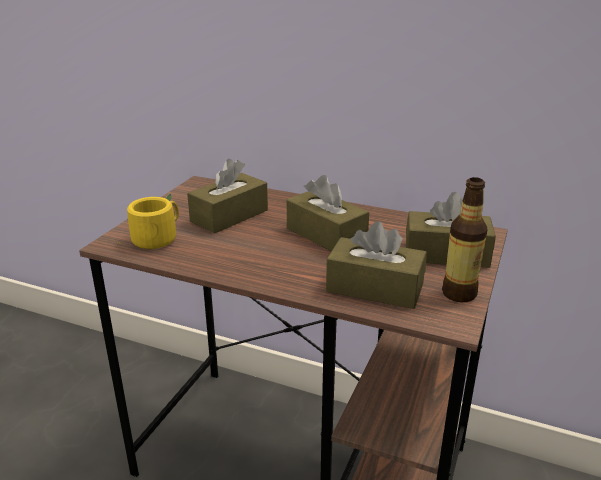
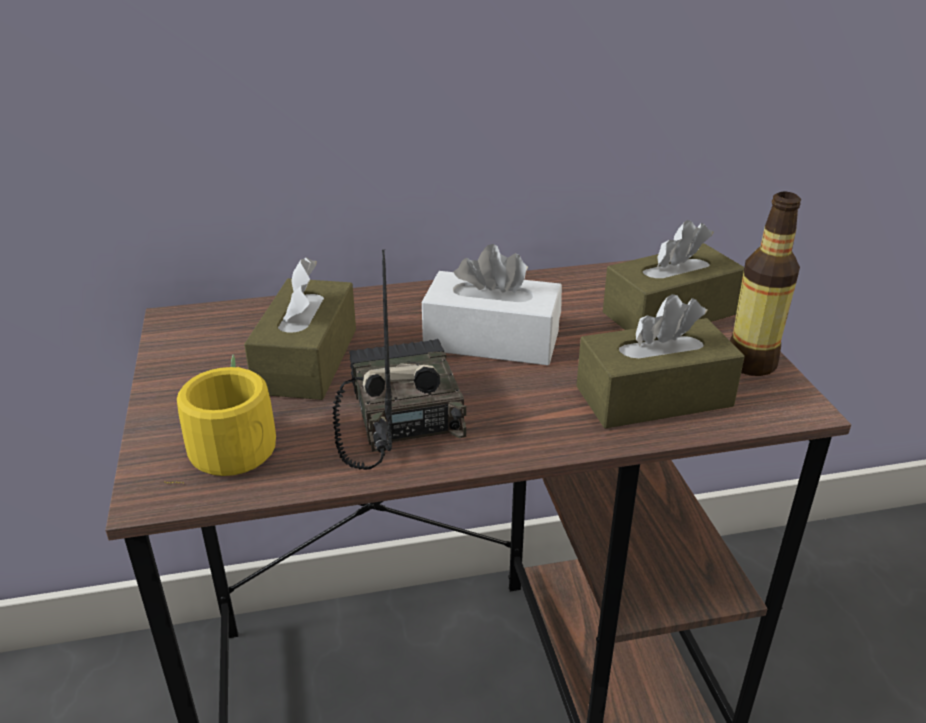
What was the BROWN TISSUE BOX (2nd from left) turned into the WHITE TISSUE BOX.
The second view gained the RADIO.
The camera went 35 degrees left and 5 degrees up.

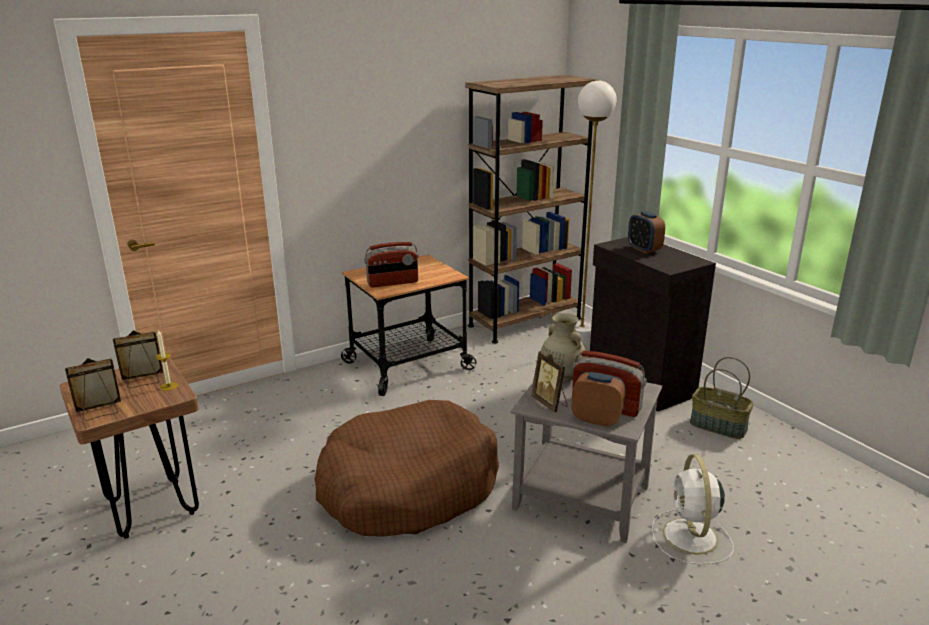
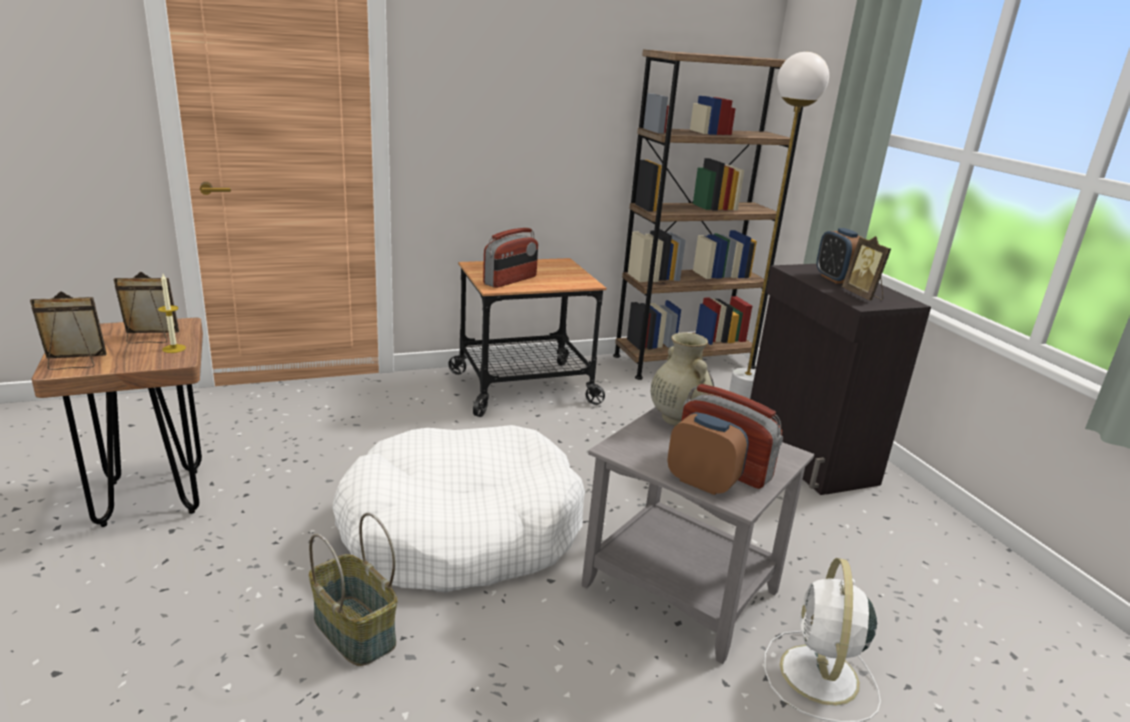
The RADIO (1st from left) ended up facing another way, 45 degrees counterclockwise from before.
The PICTURE FRAME (3rd from left) ended up elsewhere.
The BASKET ended up elsewhere.
What was the BROWN DOG BED turned into the WHITE DOG BED.
The camera went 10 degrees right and 0 degrees up.

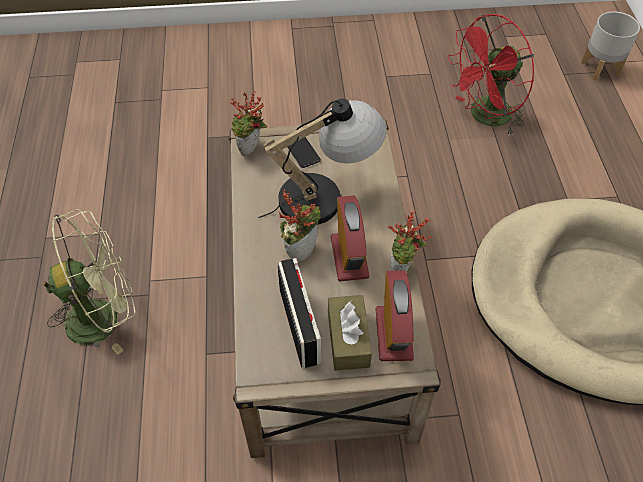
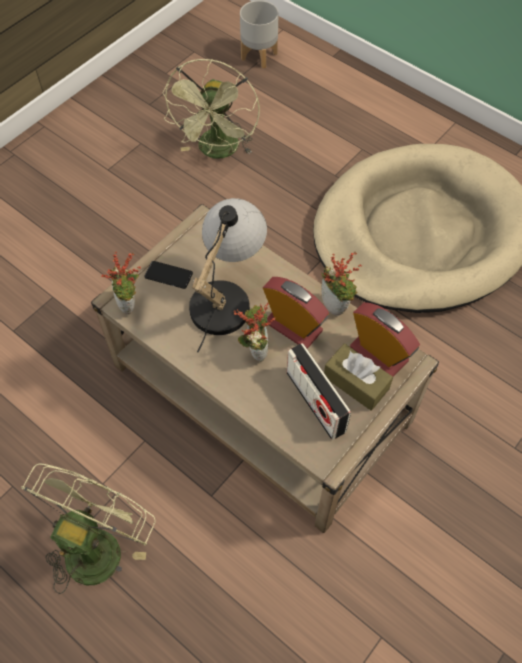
What was the RED FAN turned into the GREEN FAN (2nd from left).
The RADIO ended up facing another way, 150 degrees counterclockwise from before.
The camera went 45 degrees left and 5 degrees up.

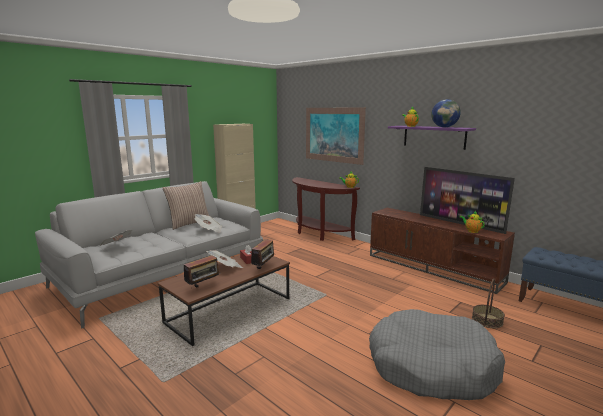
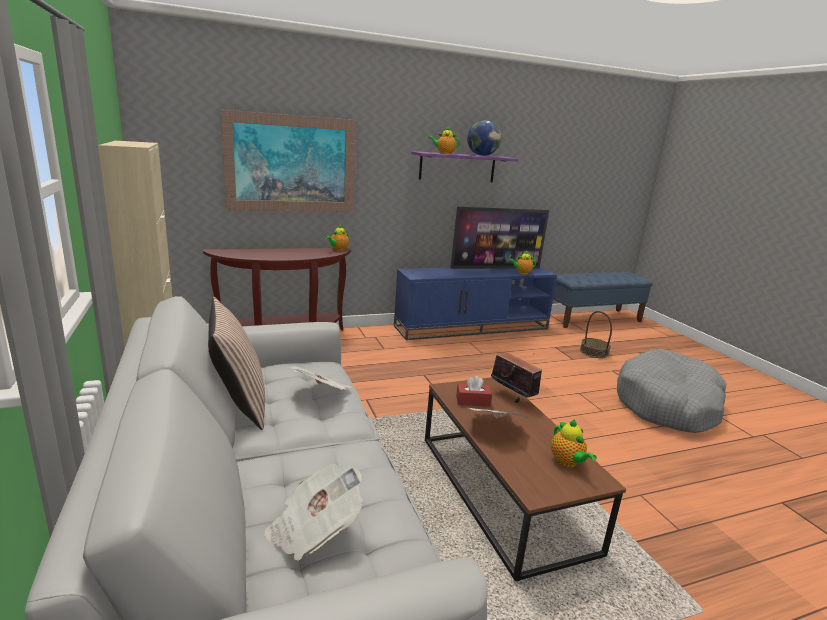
What was the BROWN TV STAND turned into the BLUE TV STAND.
Where the RADIO (1st from left) stood, the TEAPOT (4th from left) came to stand.
The camera went 65 degrees left and 5 degrees up.

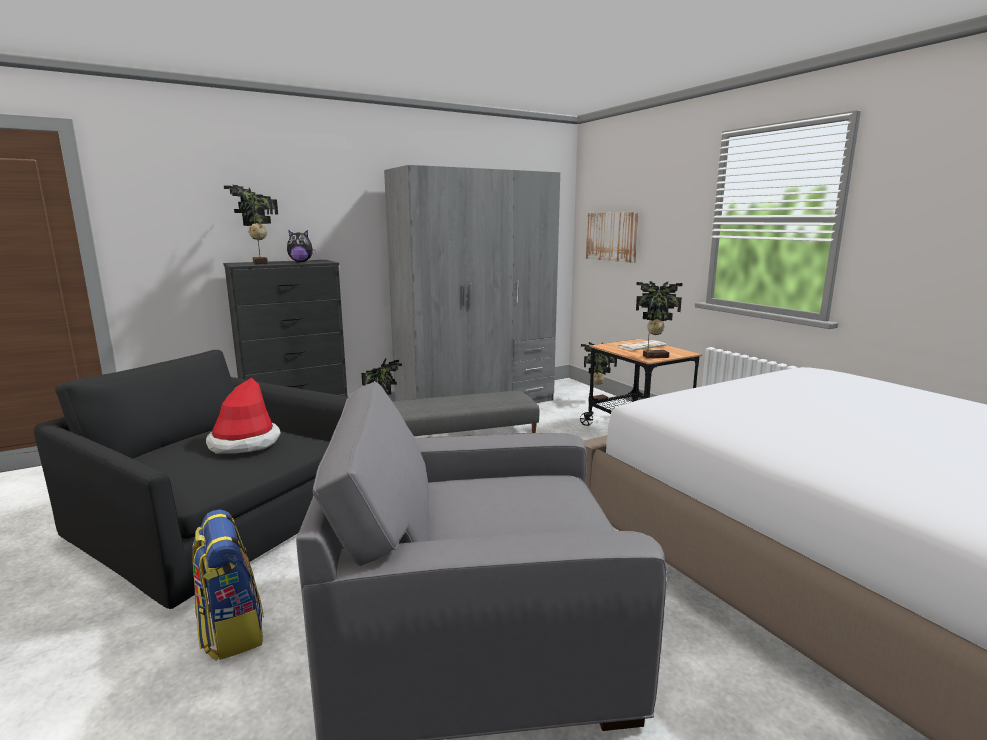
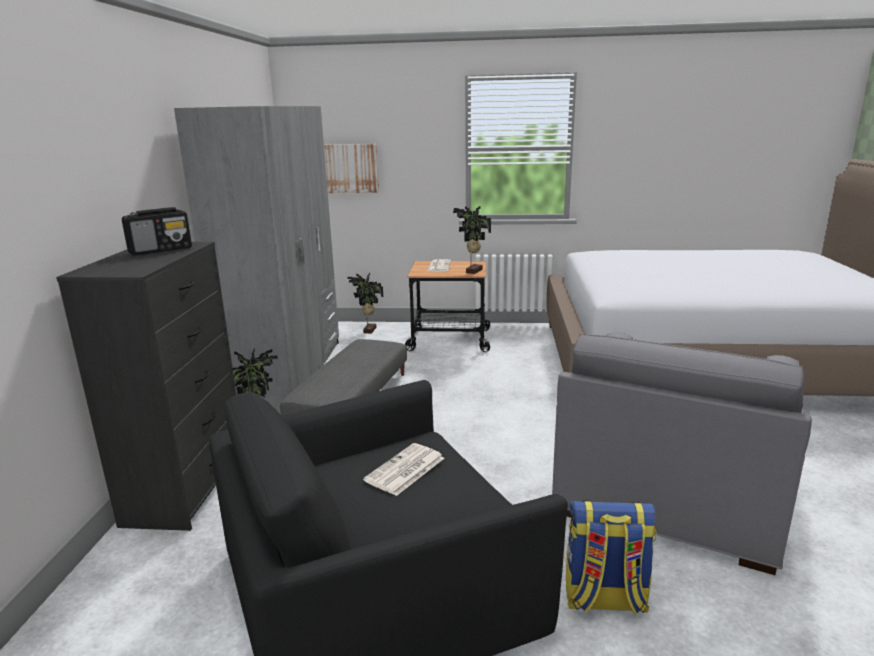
The second view lost the POTTED PLANT (1st from left).
Where the PLUSH TOY stood, the RADIO came to stand.
Where the HAT stood, the NEWSPAPER (1st from left) came to stand.
The camera went 55 degrees left and 5 degrees up.

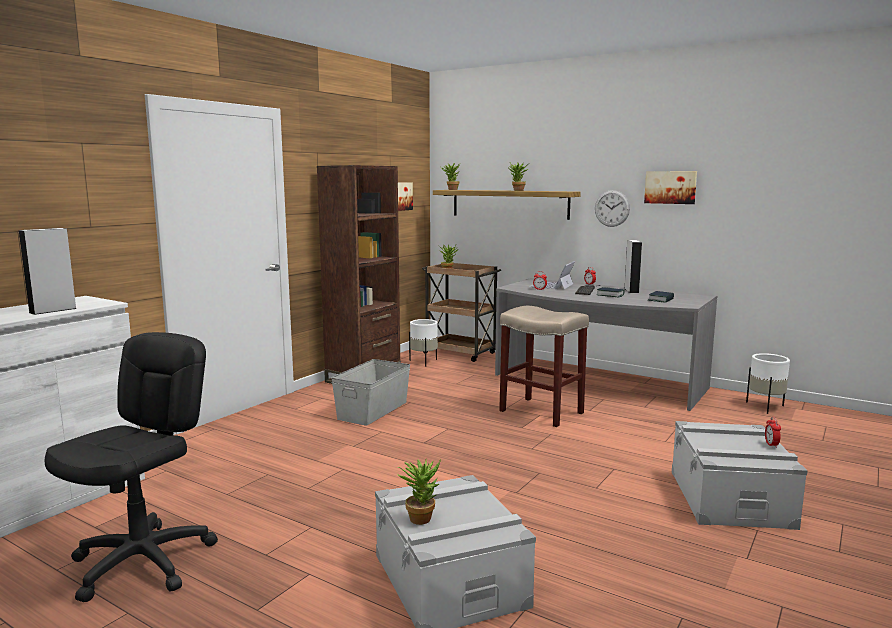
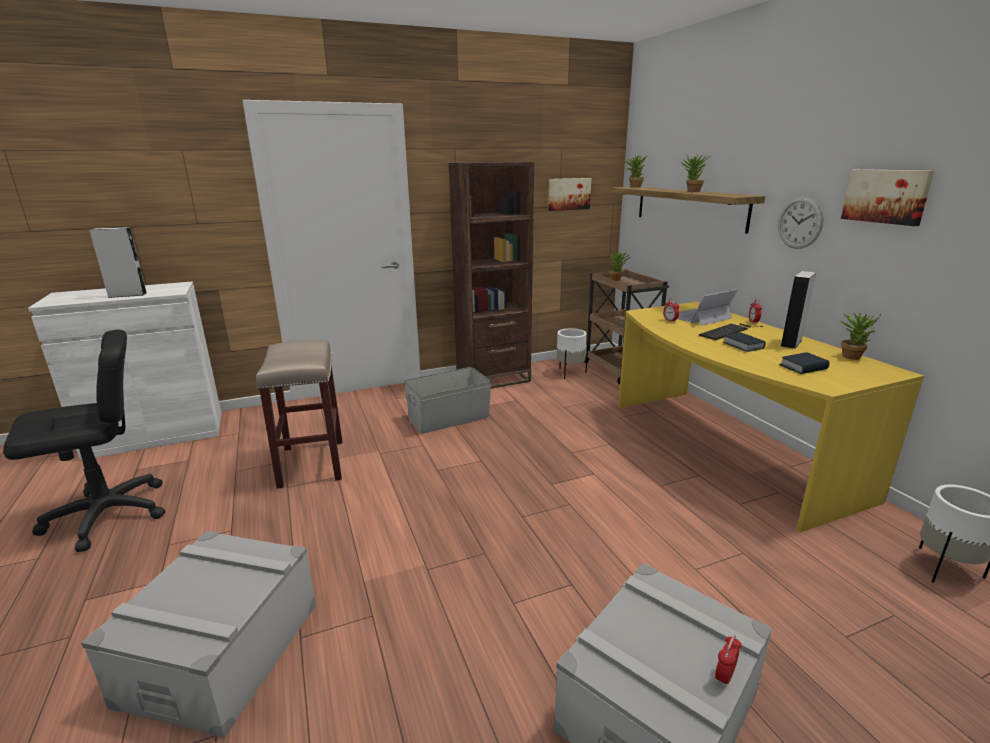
What was the GREY DESK turned into the YELLOW DESK.
The BEIGE STOOL ended up elsewhere.
The POTTED PLANT (1st from left in the first image) ended up elsewhere.
The camera went 35 degrees right and 10 degrees up.

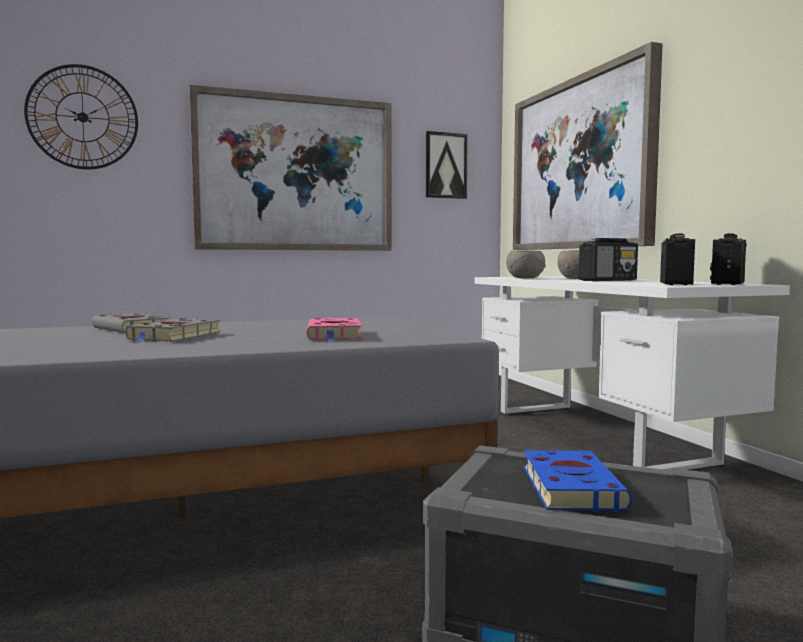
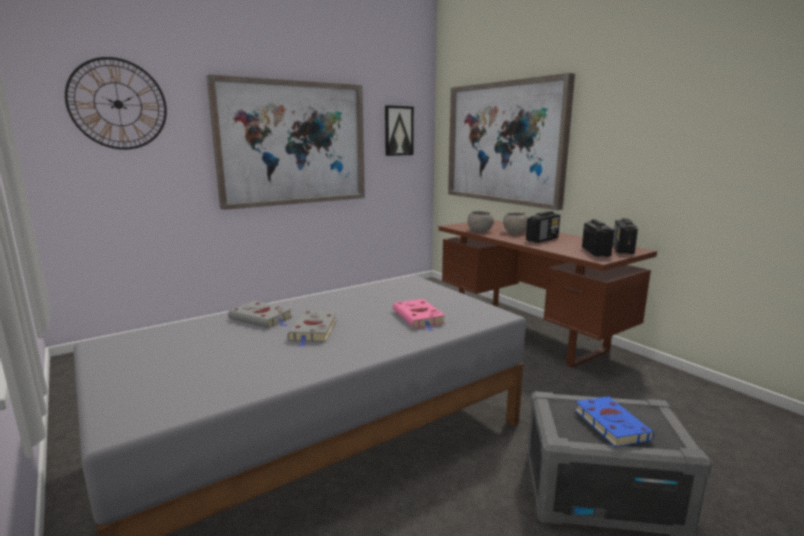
What was the WHITE DESK turned into the BROWN DESK.
The camera went 15 degrees left and 10 degrees up.

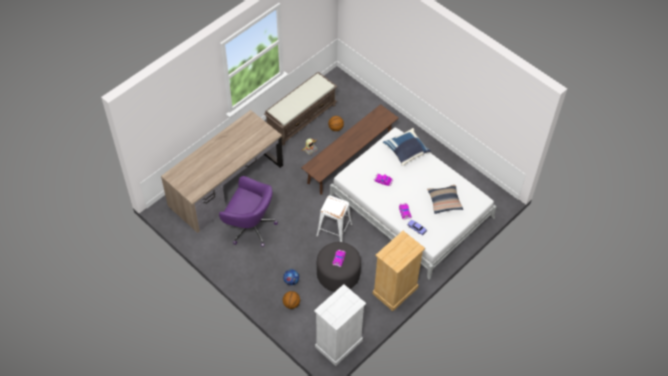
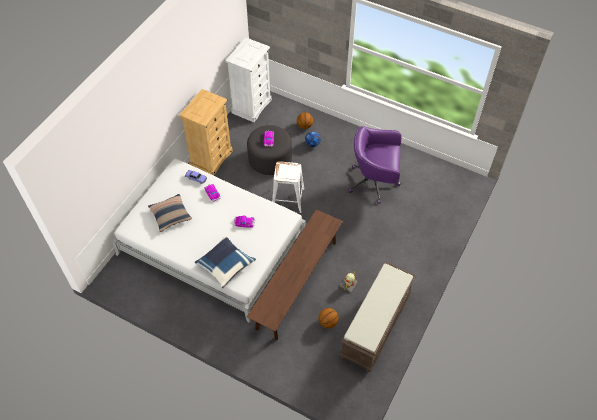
The second view lost the BROWN DESK.
The camera went 165 degrees right and 0 degrees up.

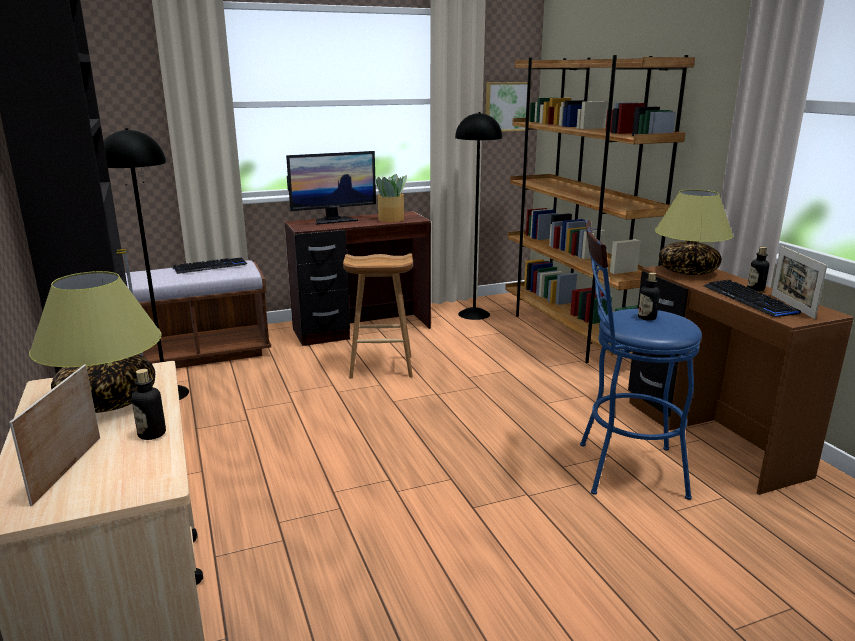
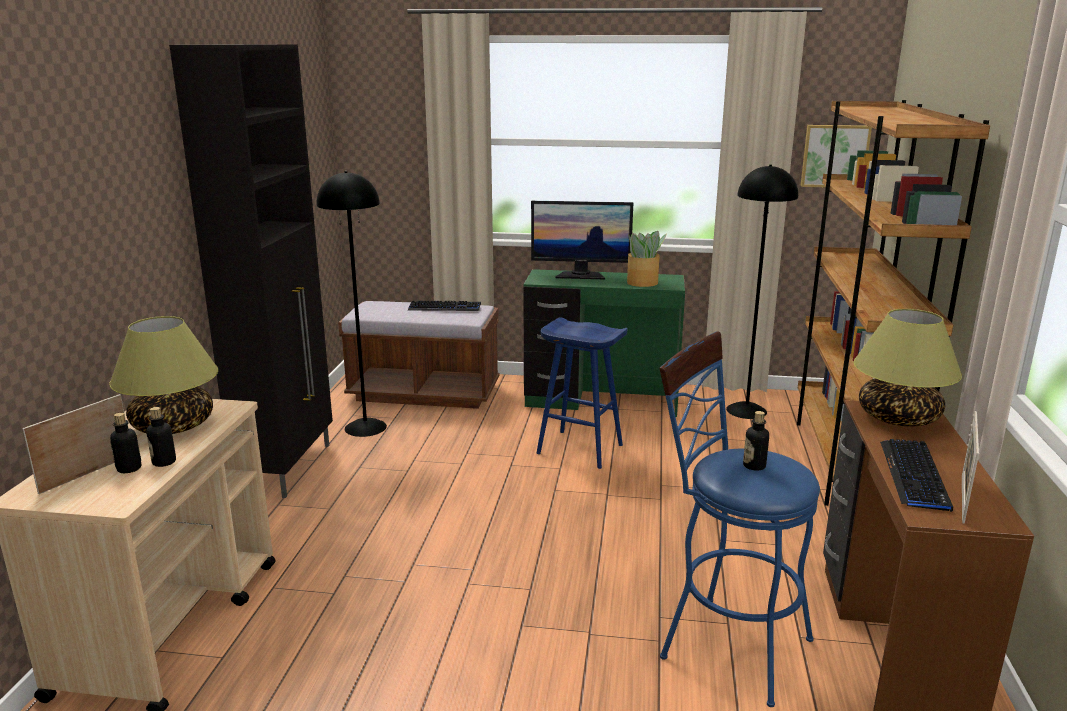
What was the BROWN DESK (1st from left) turned into the GREEN DESK.
The BOTTLE (3rd from left in the first image) ended up elsewhere.
What was the BROWN STOOL turned into the BLUE STOOL (1st from left).
The camera went 30 degrees right and 0 degrees up.

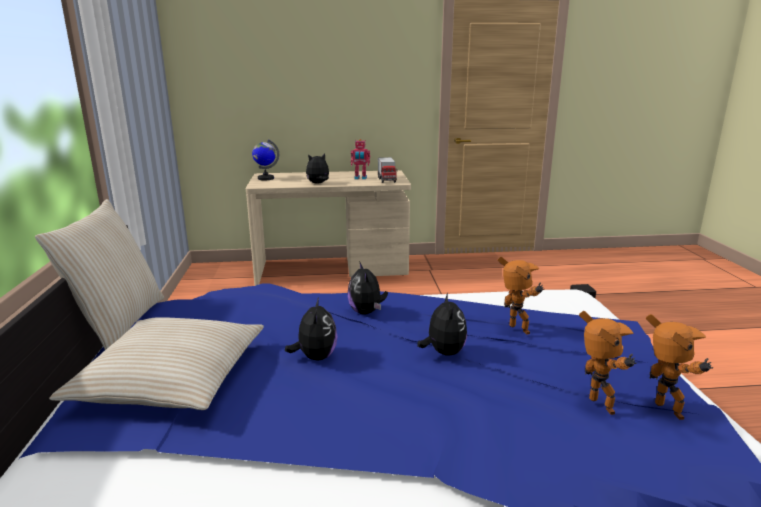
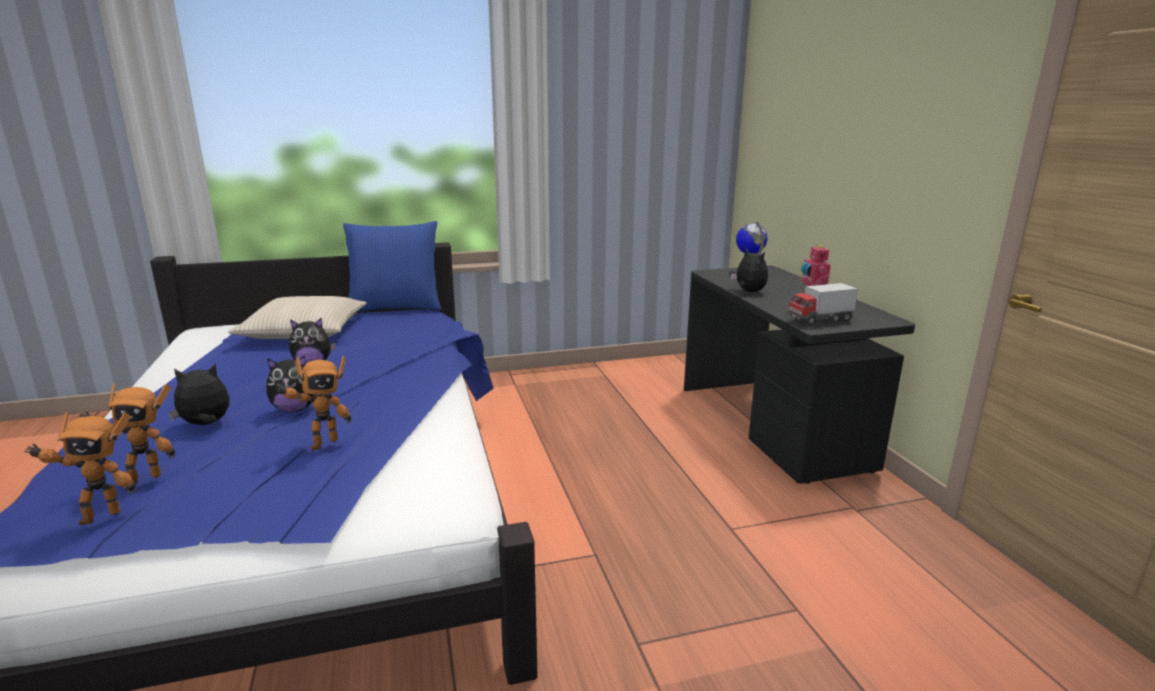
What was the BEIGE DESK turned into the BLACK DESK.
What was the BEIGE PILLOW (1st from left) turned into the BLUE PILLOW.
The PLUSH TOY (3rd from left in the first image) ended up elsewhere.
The camera went 80 degrees right and 0 degrees up.

